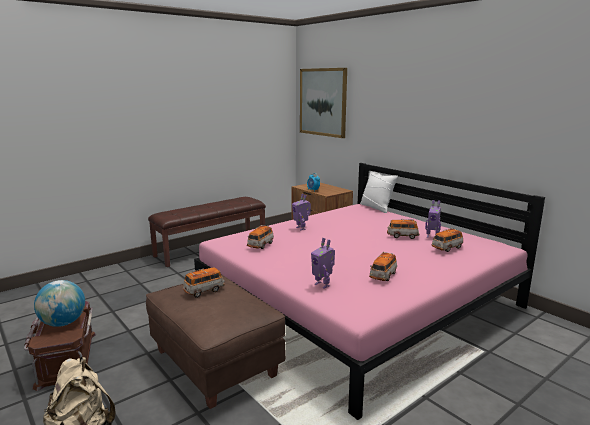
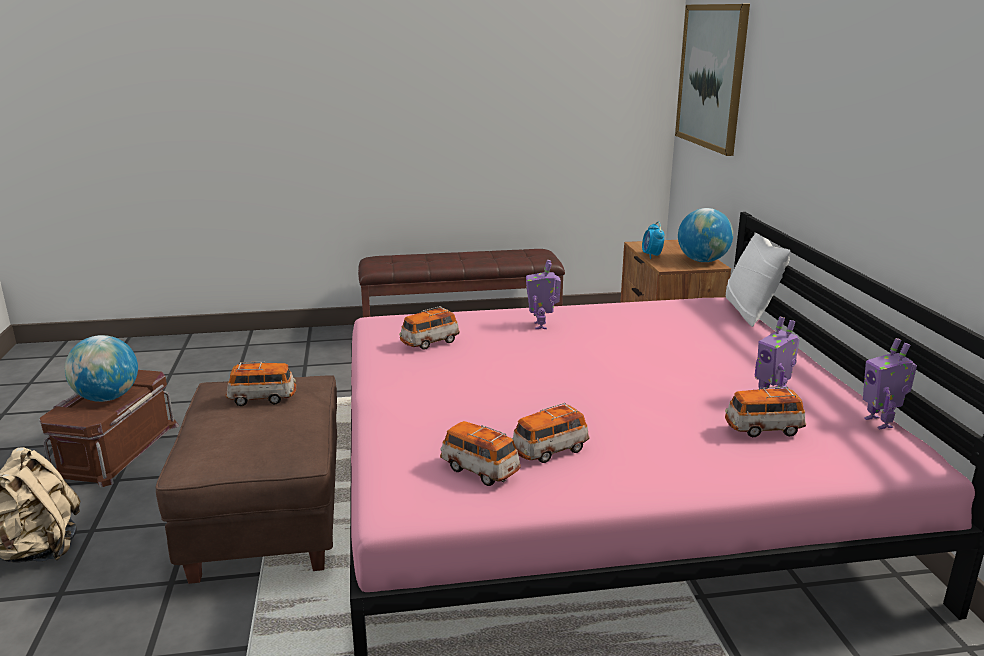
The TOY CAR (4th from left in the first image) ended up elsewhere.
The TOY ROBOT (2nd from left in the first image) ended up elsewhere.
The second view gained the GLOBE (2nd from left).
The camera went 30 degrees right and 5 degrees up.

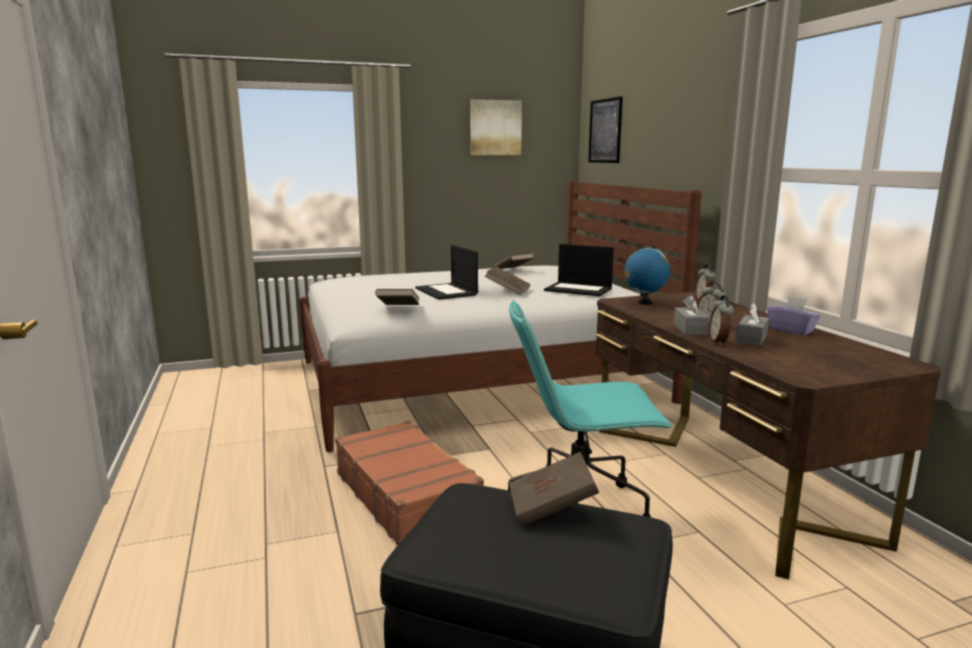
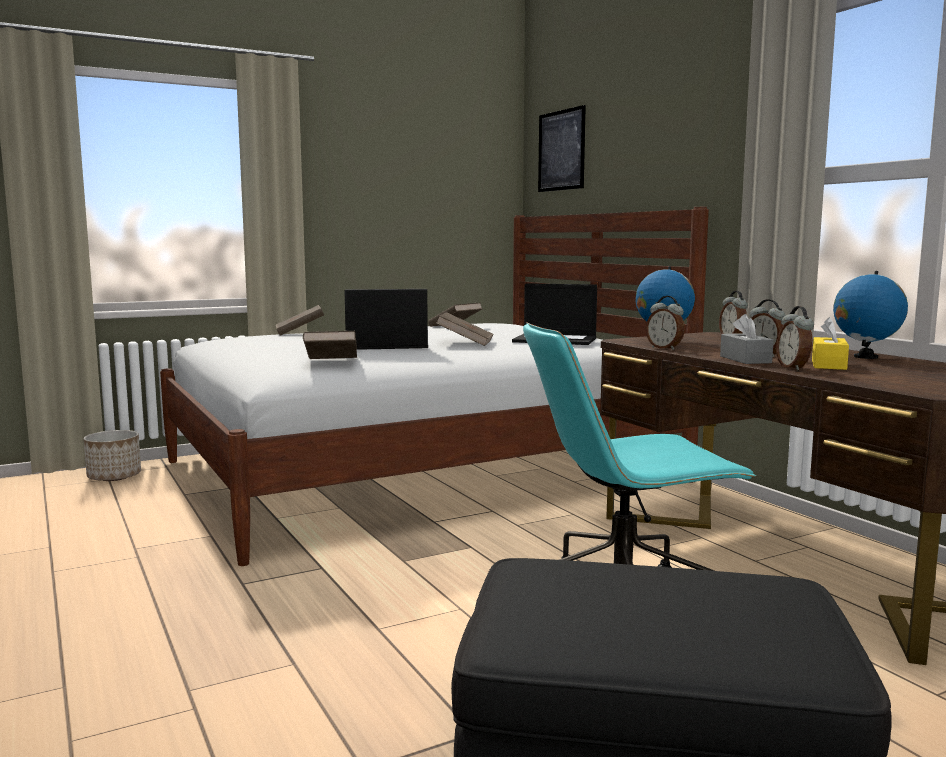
The second view lost the PICTURE (1st from left).
The LAPTOP (1st from left) ended up facing another way, 120 degrees clockwise from before.
Where the PURPLE TISSUE BOX stood, the GLOBE (2nd from left) came to stand.
What was the GREY TISSUE BOX (2nd from left) turned into the YELLOW TISSUE BOX.
The second view lost the BROWN SUITCASE.
The BROWN BOOK (4th from left in the first image) ended up elsewhere.
The second view gained the ALARM CLOCK (1st from left).
The second view gained the PLANTER.
The camera went 10 degrees left and 5 degrees down.

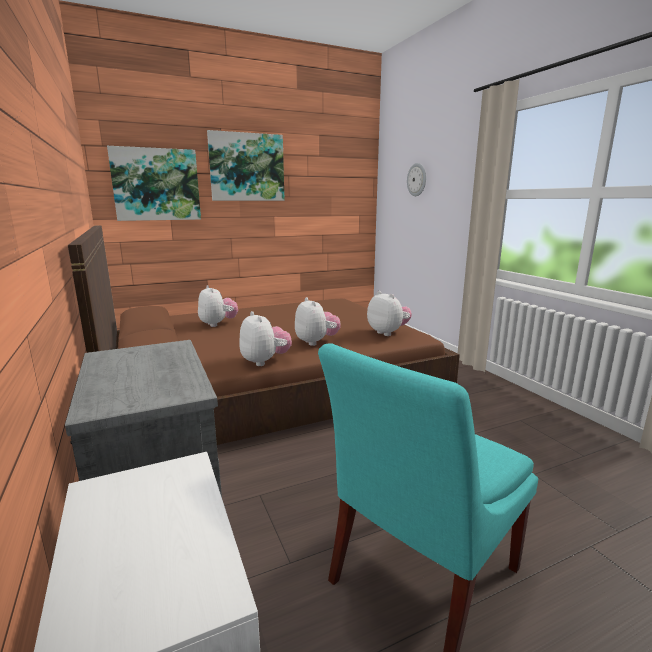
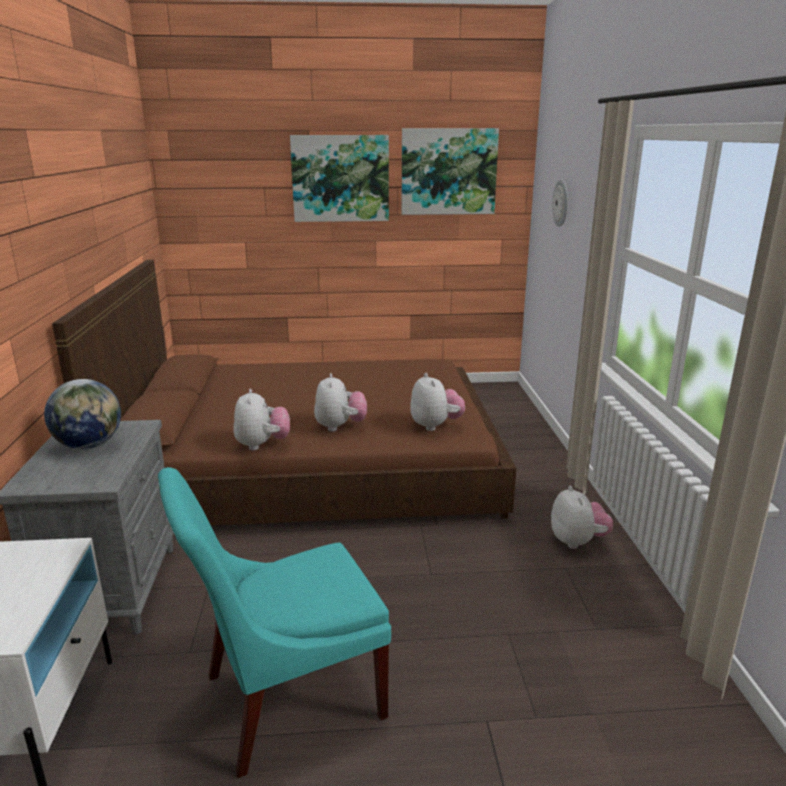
The PICTURE (1st from left in the first image) ended up elsewhere.
The PLUSH TOY (1st from left in the first image) ended up elsewhere.
The second view gained the GLOBE.
The camera went 20 degrees right and 5 degrees up.

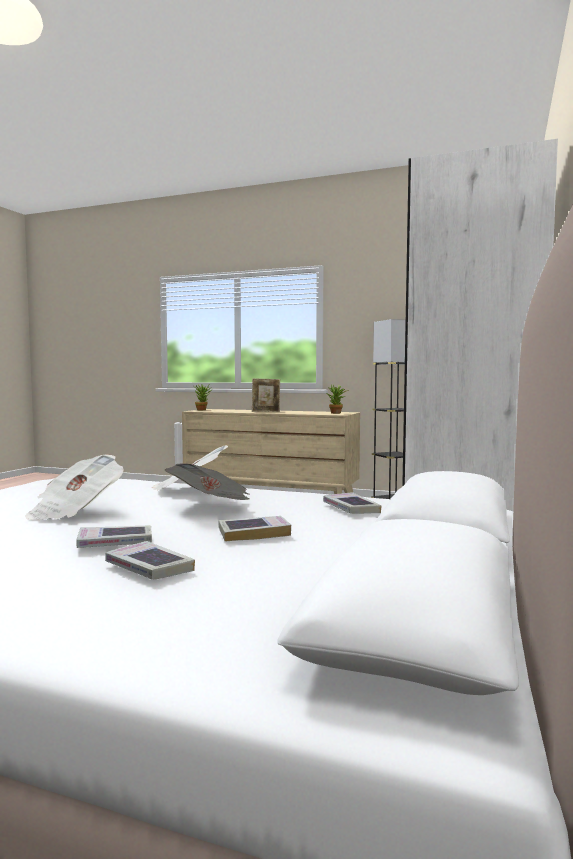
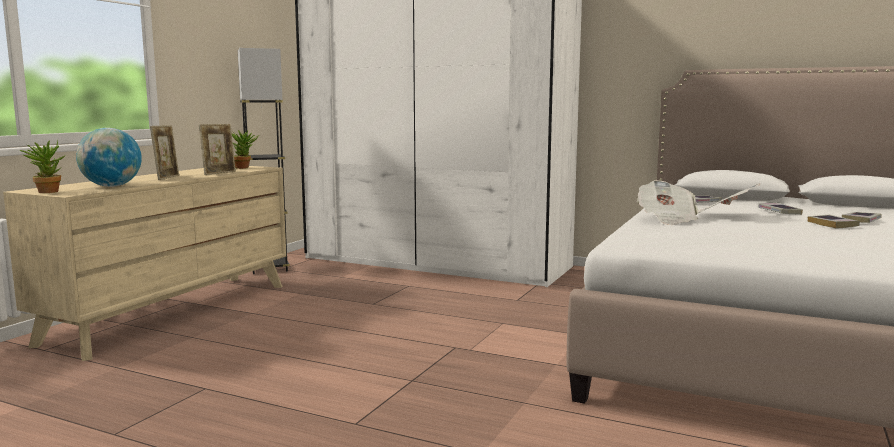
The second view lost the NEWSPAPER (1st from left).
The second view gained the PICTURE FRAME (2nd from left).
The second view gained the GLOBE.
The camera went 85 degrees left and 5 degrees up.

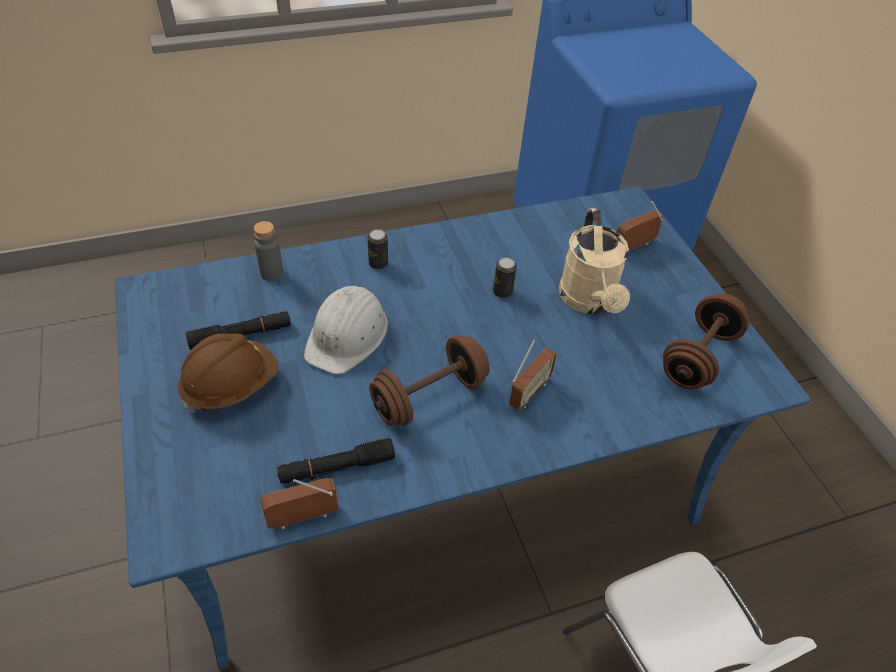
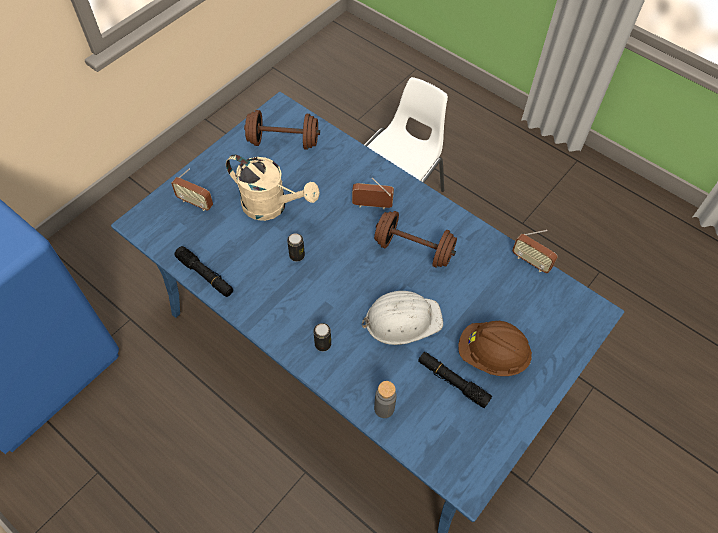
The BEIGE WATERING CAN ended up facing another way, 60 degrees clockwise from before.
The BLACK FLASHLIGHT (2nd from left in the first image) ended up elsewhere.
The camera went 120 degrees left and 10 degrees up.

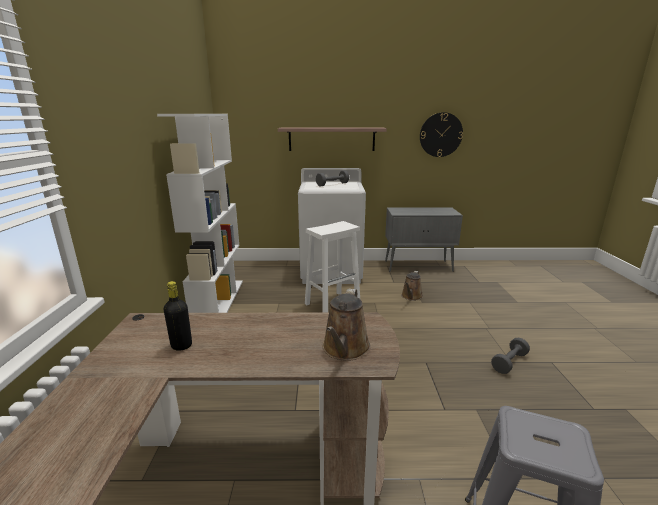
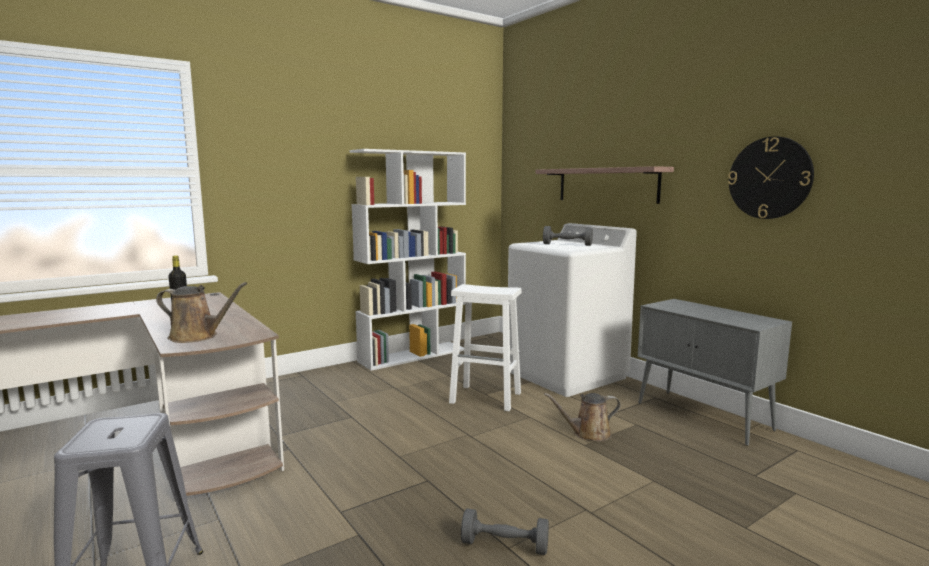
The BROWN WATERING CAN (1st from left) ended up facing another way, 150 degrees counterclockwise from before.
The camera went 55 degrees right and 10 degrees down.

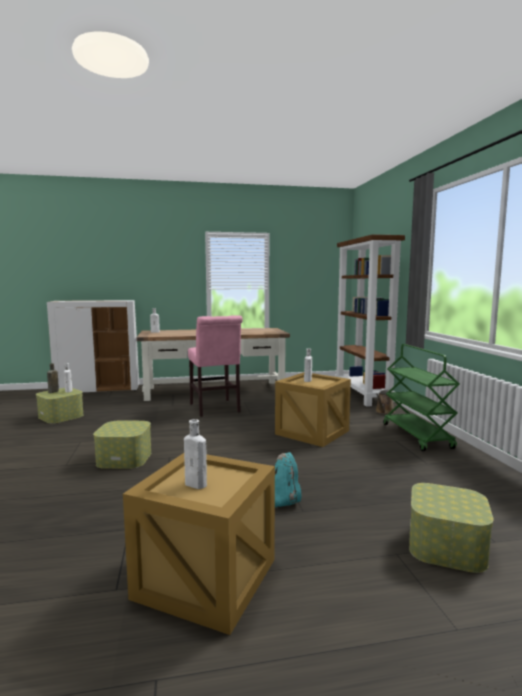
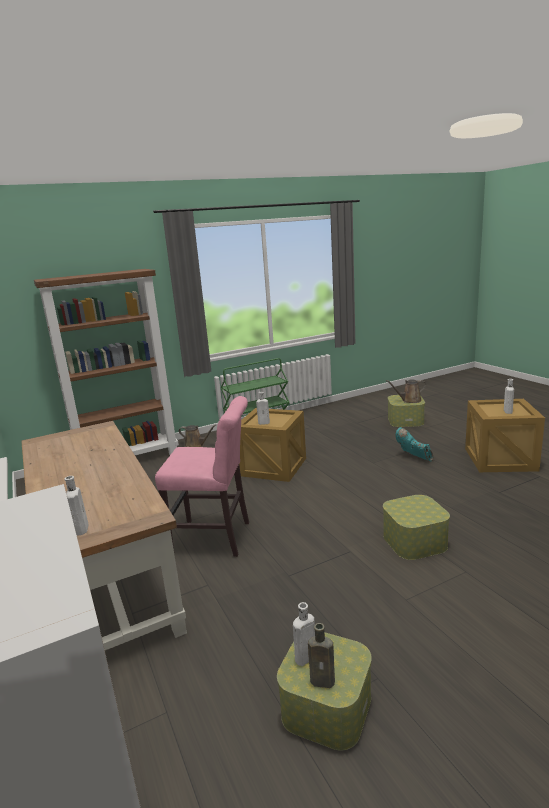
The PINK CHAIR ended up facing another way, 45 degrees clockwise from before.
The second view gained the BROWN WATERING CAN (2nd from left).
The camera went 105 degrees left and 10 degrees up.

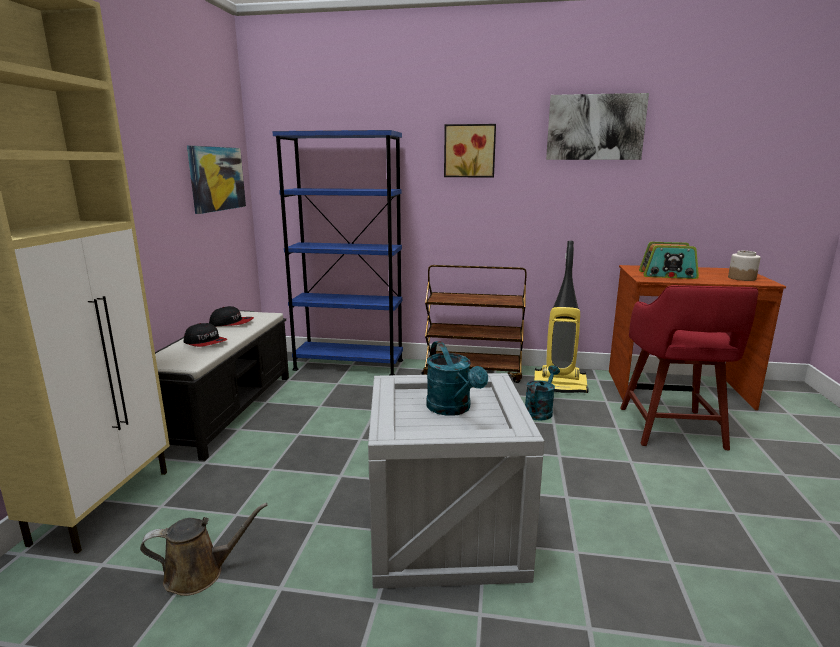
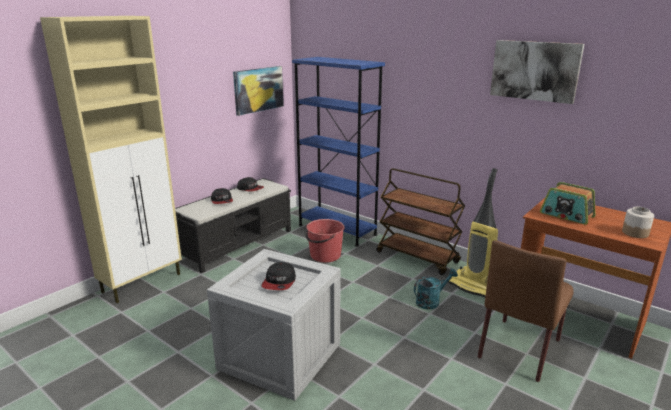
The second view lost the PICTURE (2nd from left).
Where the RED STOOL stood, the BROWN CHAIR came to stand.
Where the TURQUOISE WATERING CAN (1st from left) stood, the CAP (3rd from left) came to stand.
The second view lost the BROWN WATERING CAN.
The second view gained the RED BUCKET.
The camera went 30 degrees right and 5 degrees up.

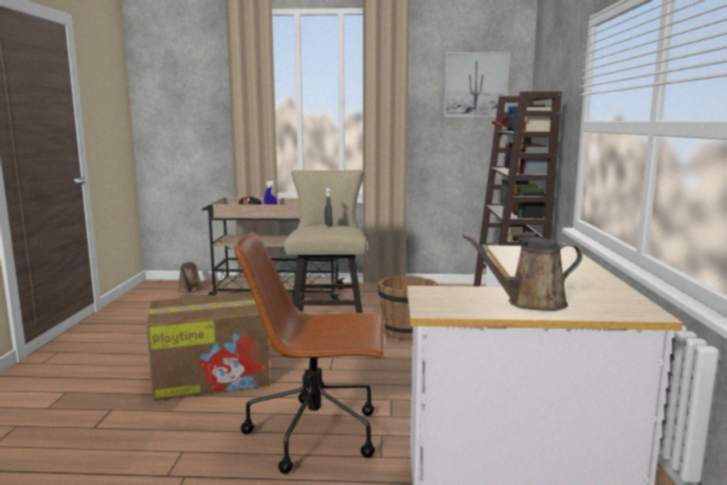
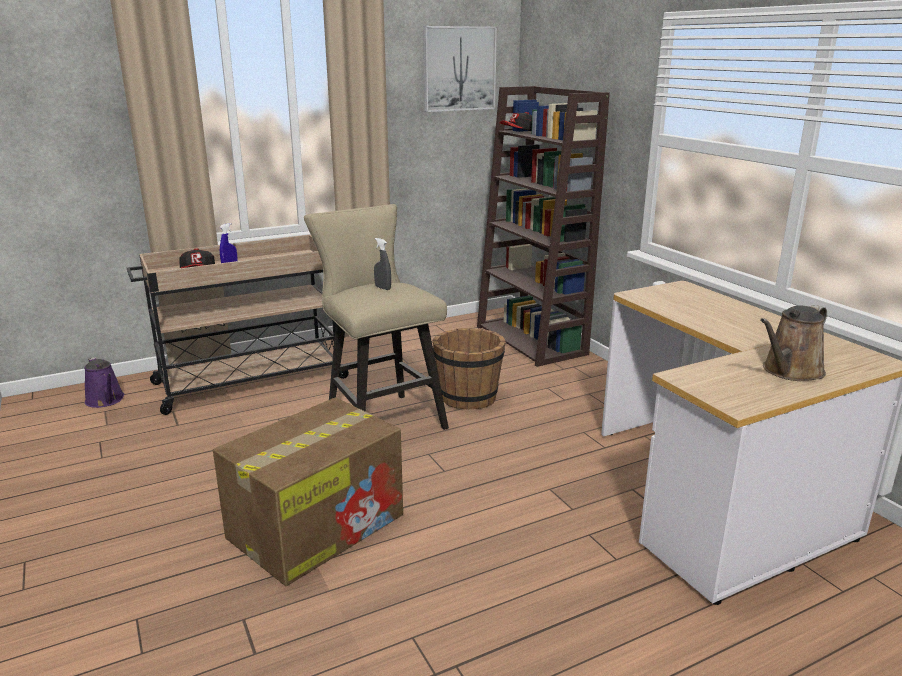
The second view lost the BROWN OFFICE CHAIR.
What was the BROWN WATERING CAN (1st from left) turned into the PURPLE WATERING CAN.
The camera went 30 degrees left and 10 degrees up.

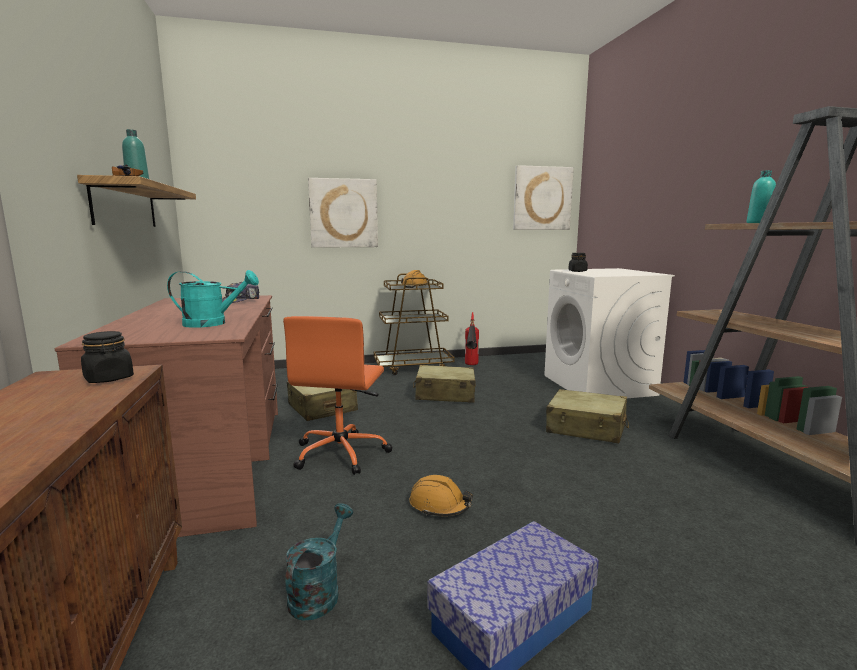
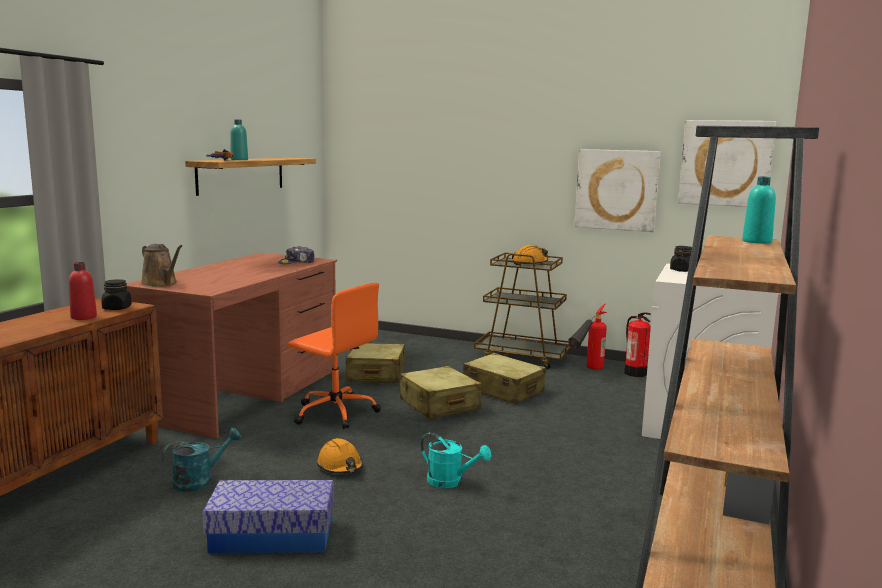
The PICTURE (1st from left) ended up elsewhere.
The TURQUOISE WATERING CAN (1st from left in the first image) ended up elsewhere.
The ORANGE OFFICE CHAIR ended up facing another way, 105 degrees counterclockwise from before.
The BEIGE SUITCASE (3rd from left in the first image) ended up elsewhere.
The second view gained the BROWN WATERING CAN.
The second view gained the RED BOTTLE.
The second view gained the FIRE EXTINGUISHER (2nd from left).
The camera went 35 degrees right and 0 degrees up.

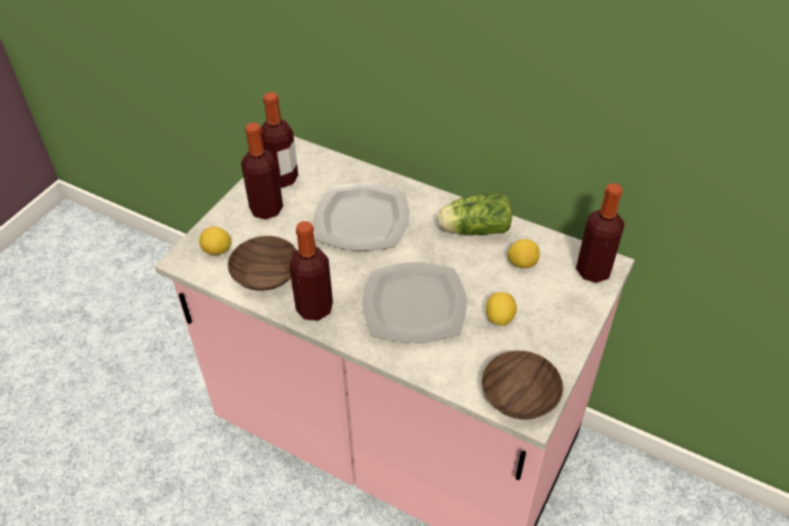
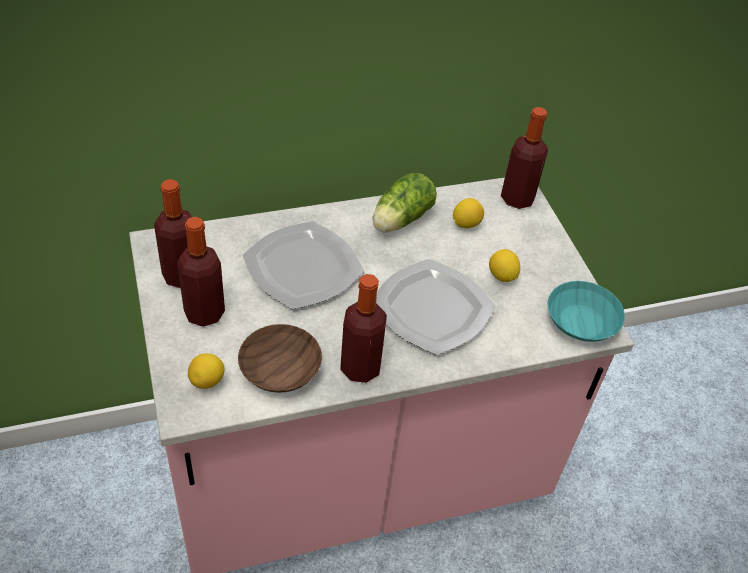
What was the BROWN BOWL (2nd from left) turned into the TURQUOISE BOWL.
The camera went 50 degrees left and 0 degrees up.

